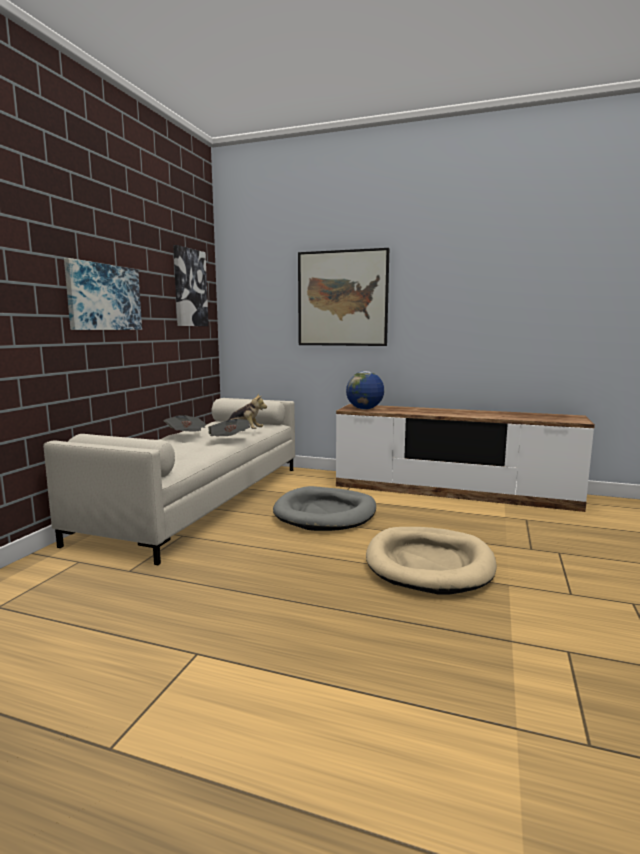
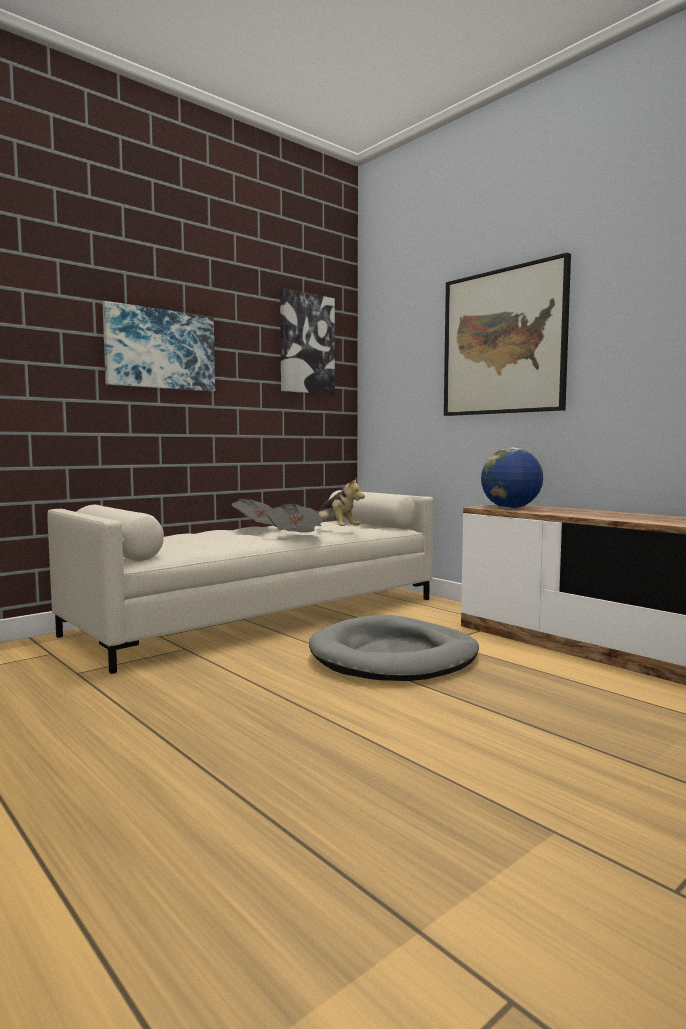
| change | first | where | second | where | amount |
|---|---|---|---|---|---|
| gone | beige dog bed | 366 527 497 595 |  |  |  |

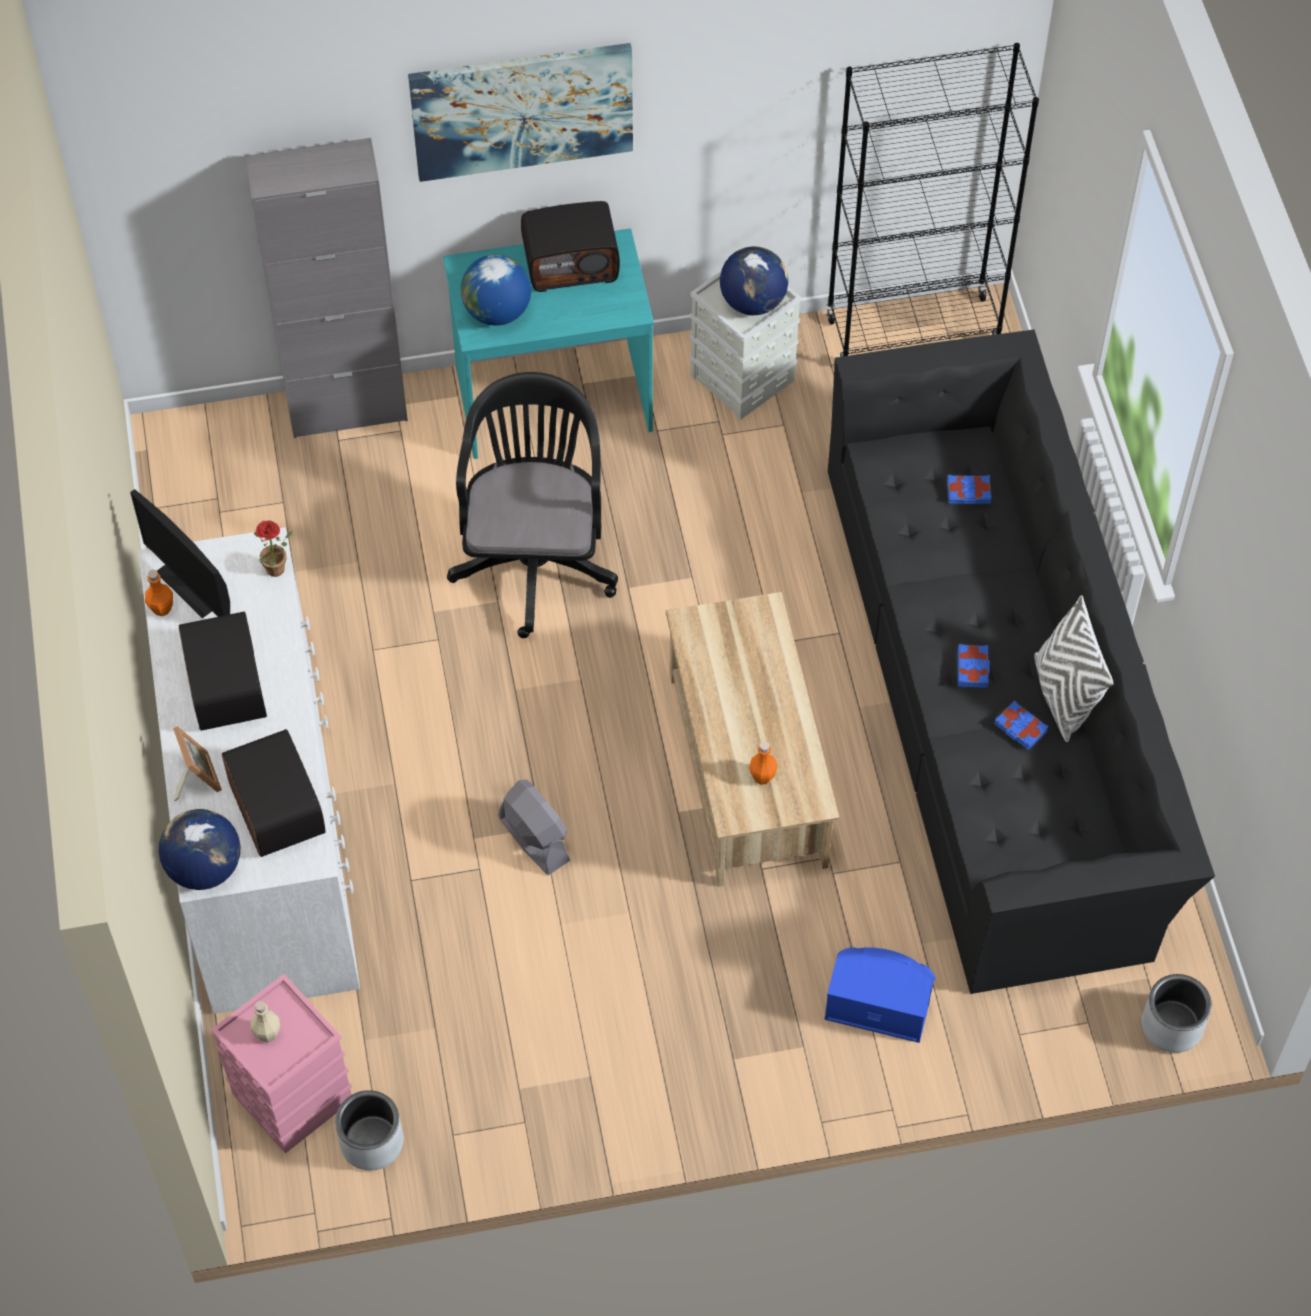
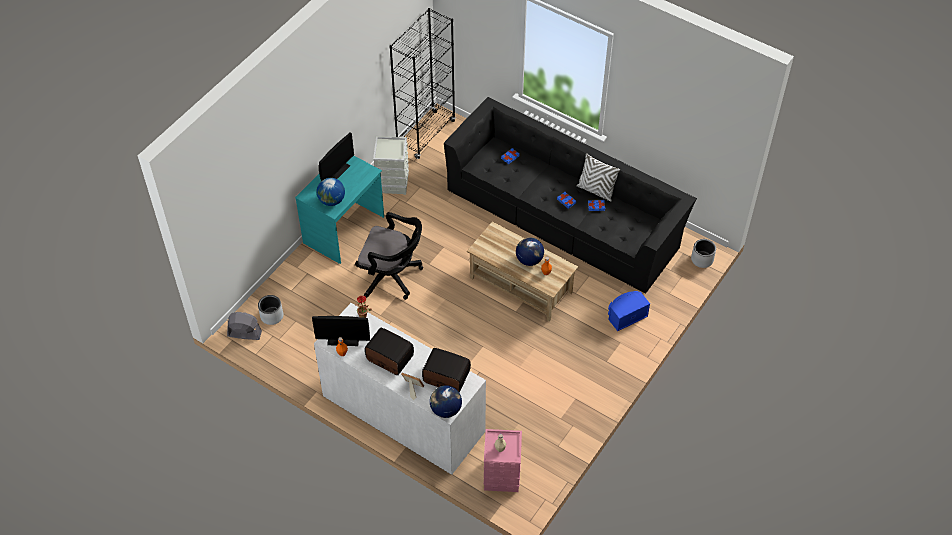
| change | first | where | second | where | amount |
|---|---|---|---|---|---|
| gone | grey cabinet | 245 138 408 438 |  |  |  |
| gone | picture | 408 43 633 182 |  |  |  |
| shifted | grey planter | 335 1090 404 1171 |  | 258 295 283 325 |  |
| shifted | grey fan | 498 779 571 875 |  | 227 312 262 340 |  |
| shifted | globe | 720 246 788 315 |  | 516 237 544 266 |  |
| swapped | radio | 521 201 620 292 | monitor | 319 132 354 181 |  |
| rotated | black office chair | 447 372 618 638 |  | 355 212 423 300 | 150 degrees clockwise |

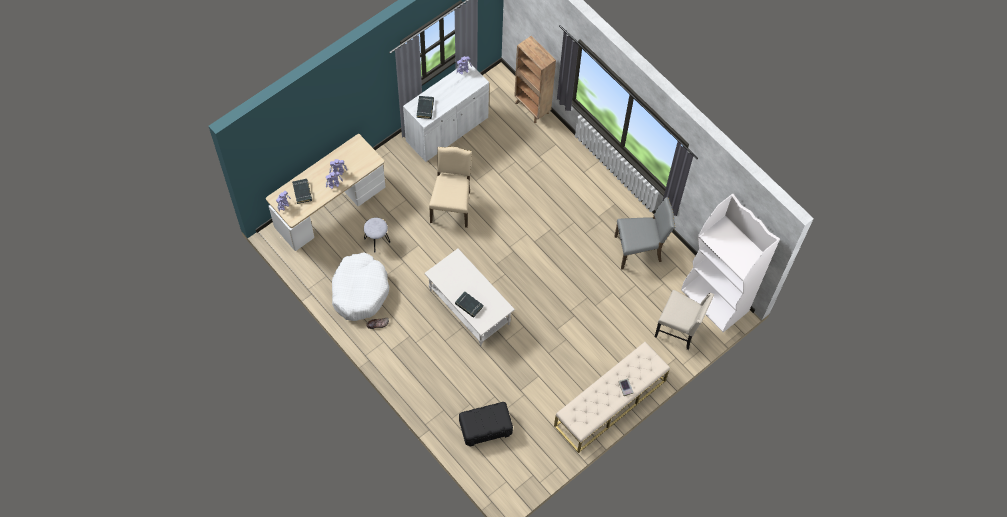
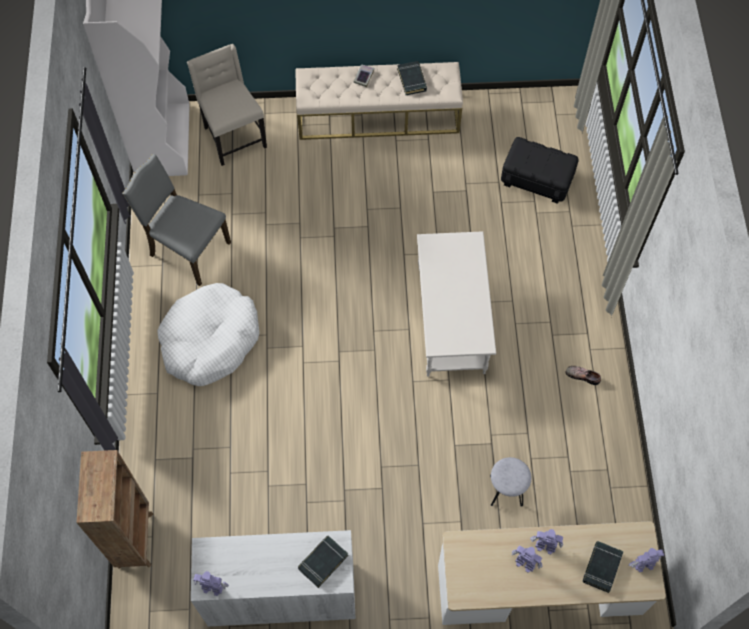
| change | first | where | second | where | amount |
|---|---|---|---|---|---|
| gone | beige chair | 429 147 472 228 |  |  |  |
| shifted | white dog bed | 332 252 389 321 |  | 157 283 259 386 |  |
| shifted | black book | 455 291 483 318 |  | 397 61 427 95 |  |

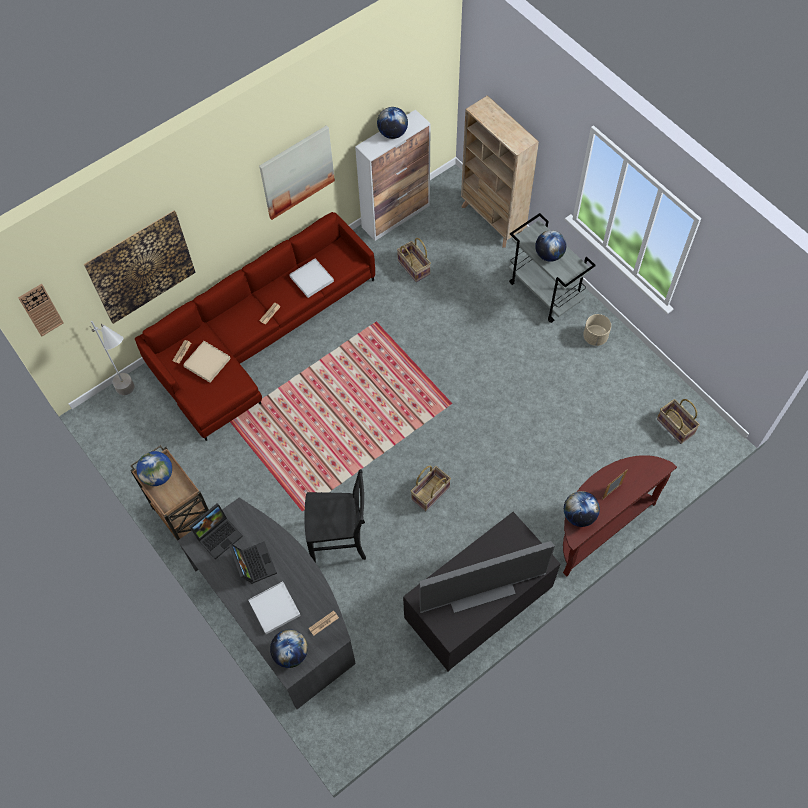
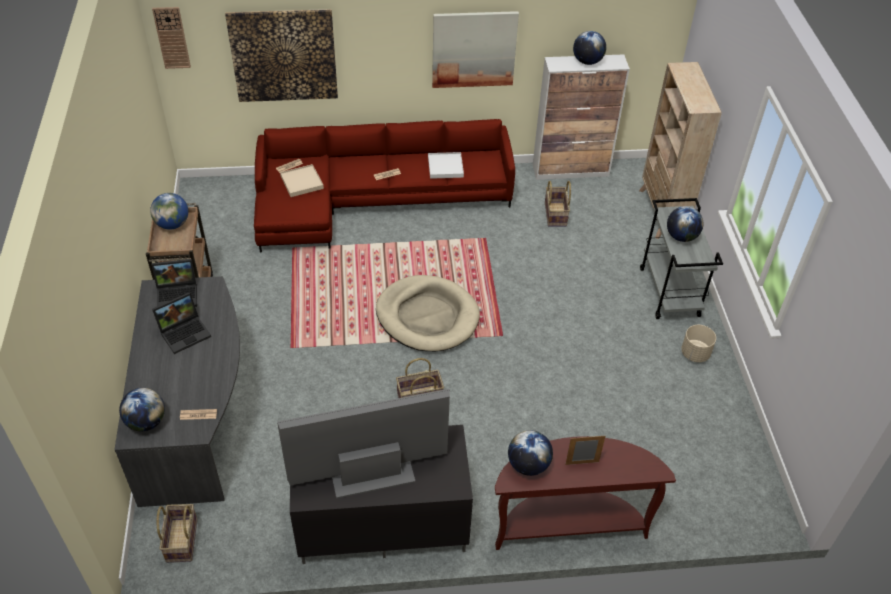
| change | first | where | second | where | amount |
|---|---|---|---|---|---|
| gone | grey floor lamp | 91 321 134 395 |  |  |  |
| gone | white tray | 248 582 301 634 |  |  |  |
| gone | black chair | 304 469 366 563 |  |  |  |
| new |  |  | beige dog bed | 376 275 480 352 |  |
| shifted | basket | 657 399 700 444 |  | 157 504 197 563 |  |
| rotated | laptop | 229 542 277 584 |  | 152 292 211 354 | 45 degrees clockwise |
| rotated | television | 420 541 555 613 |  | 277 389 450 499 | 150 degrees clockwise |

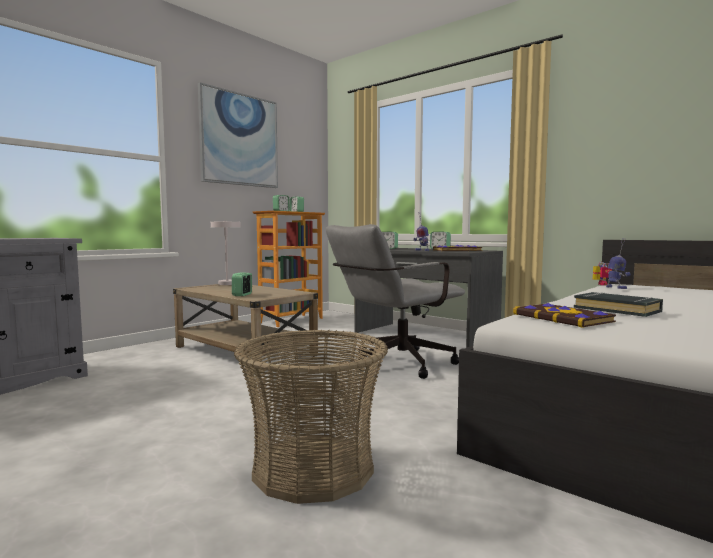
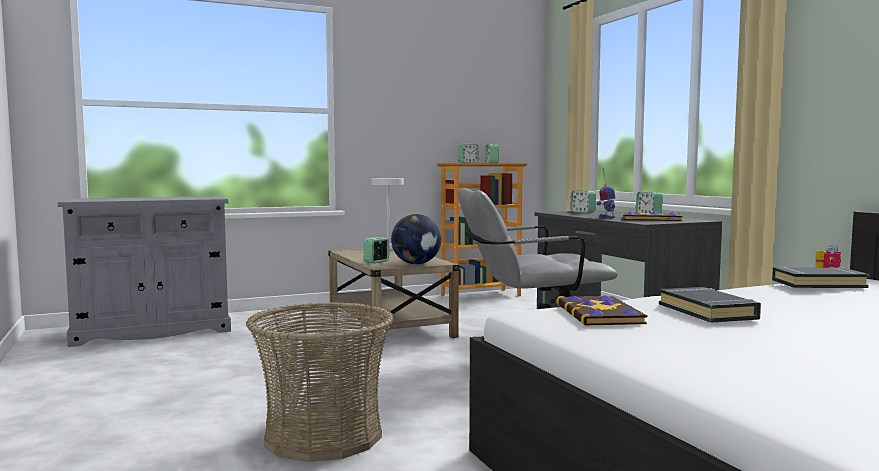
| change | first | where | second | where | amount |
|---|---|---|---|---|---|
| gone | picture | 198 82 278 188 |  |  |  |
| new |  |  | globe | 391 214 441 264 |  |
| swapped | toy robot | 606 238 631 289 | black book | 772 267 869 288 |  |

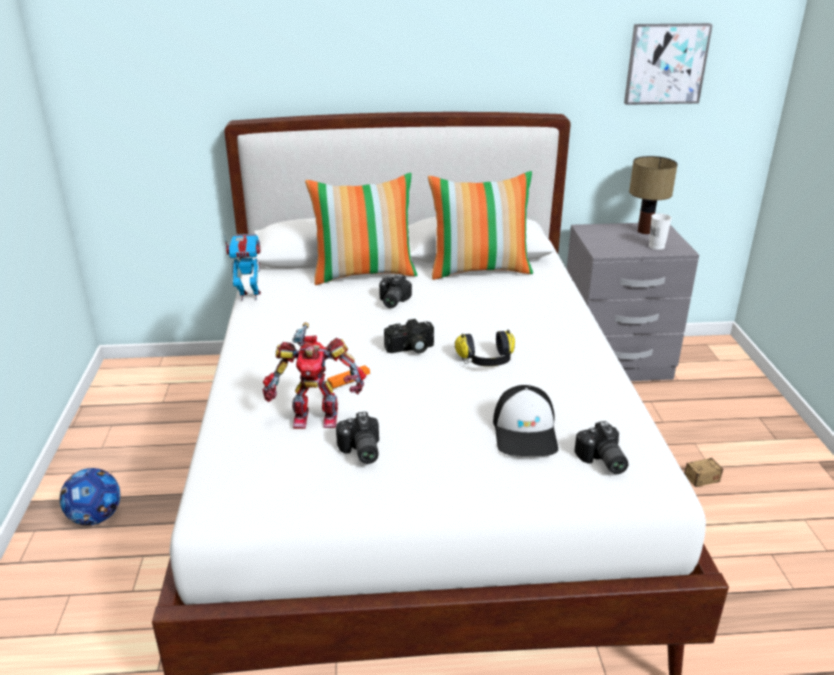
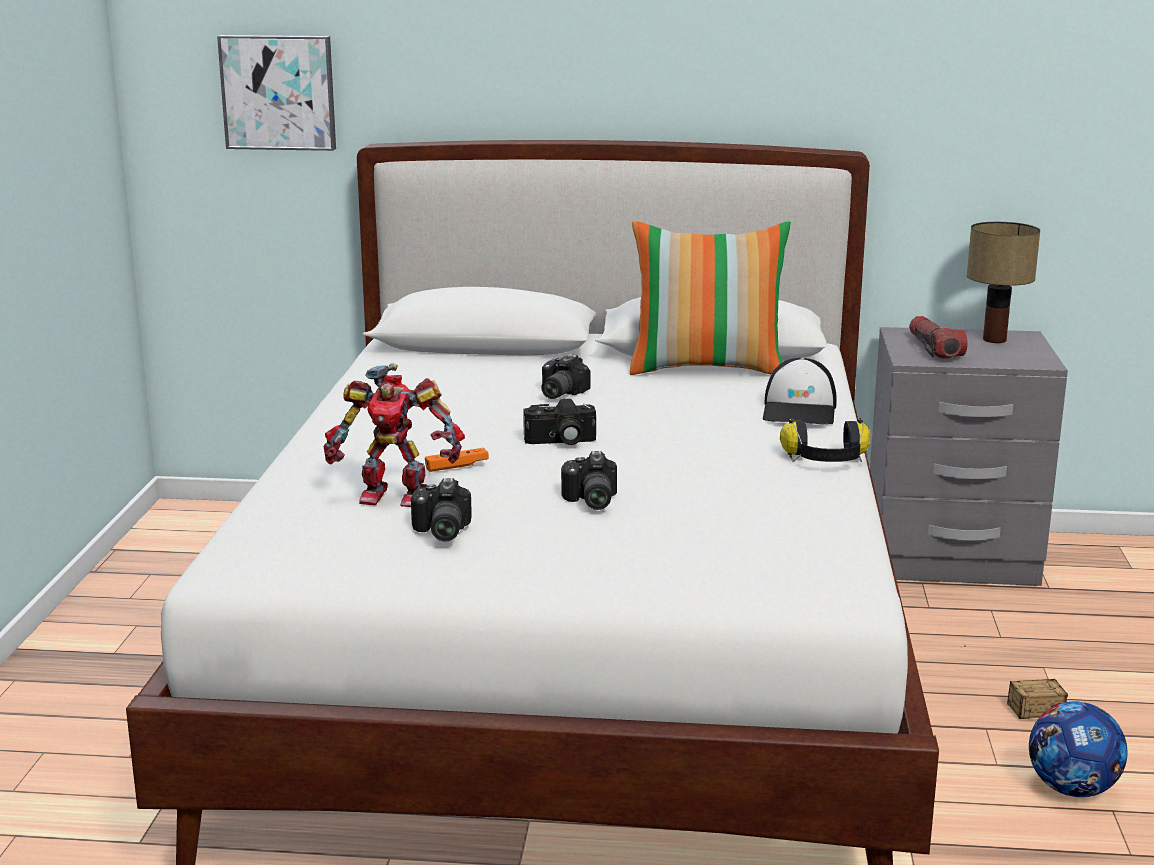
| change | first | where | second | where | amount |
|---|---|---|---|---|---|
| gone | toy robot | 224 234 261 301 |  |  |  |
| gone | pillow | 305 173 418 285 |  |  |  |
| gone | white cup | 649 213 672 250 |  |  |  |
| new |  |  | flashlight | 909 316 968 359 |  |
| shifted | football | 60 468 120 525 |  | 1029 702 1127 797 |  |
| shifted | headphones | 455 330 515 366 |  | 780 418 870 462 |  |
| shifted | cap | 493 385 558 456 |  | 763 358 837 424 |  |
| shifted | photo camera | 574 421 628 474 |  | 561 451 617 510 |  |
| shifted | picture | 624 23 713 105 |  | 217 35 336 151 |  |

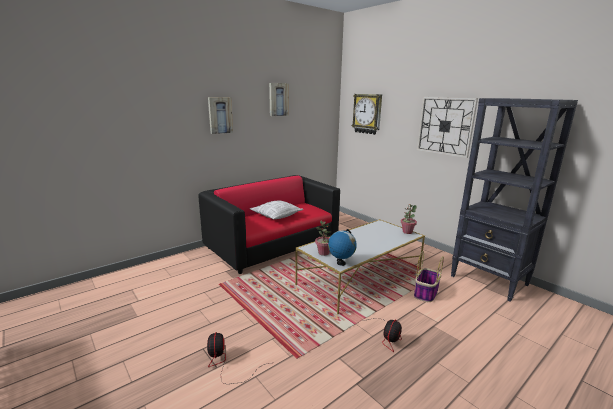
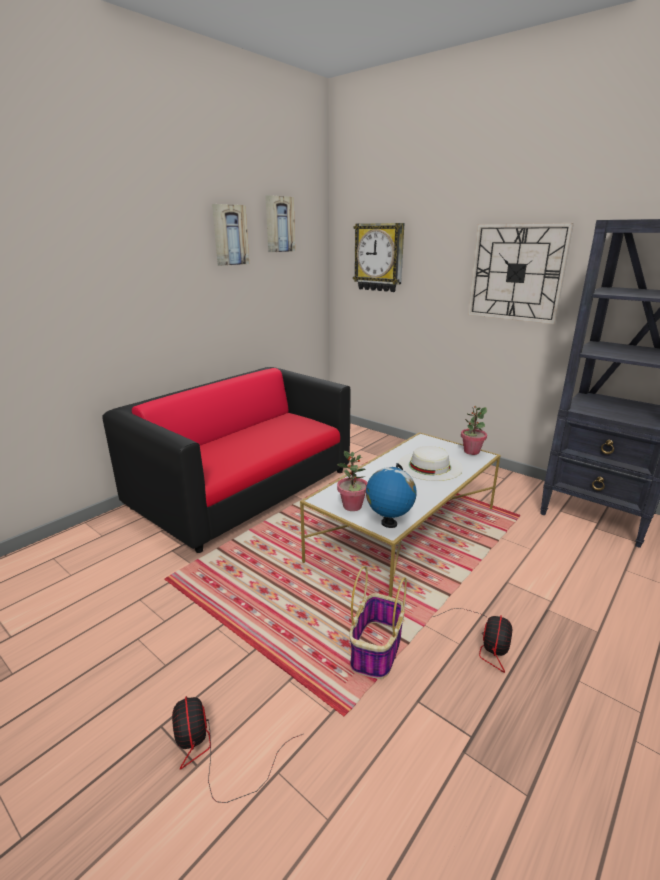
| change | first | where | second | where | amount |
|---|---|---|---|---|---|
| gone | pillow | 250 201 303 219 |  |  |  |
| new |  |  | white hat | 398 446 463 481 |  |
| shifted | picture | 208 97 233 134 |  | 265 195 295 252 |  |
| shifted | basket | 414 251 444 302 |  | 350 566 407 679 |  |

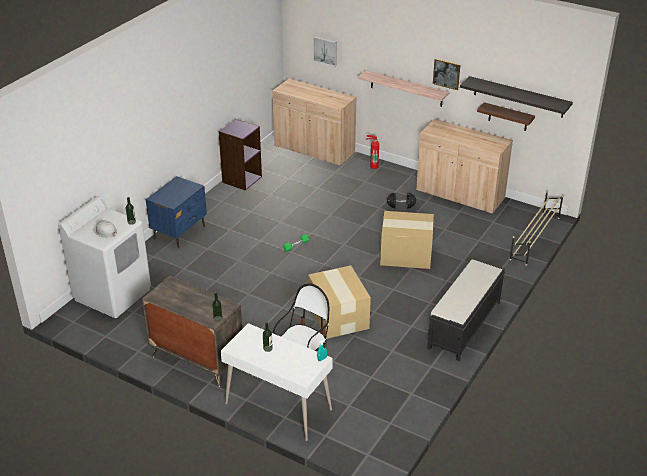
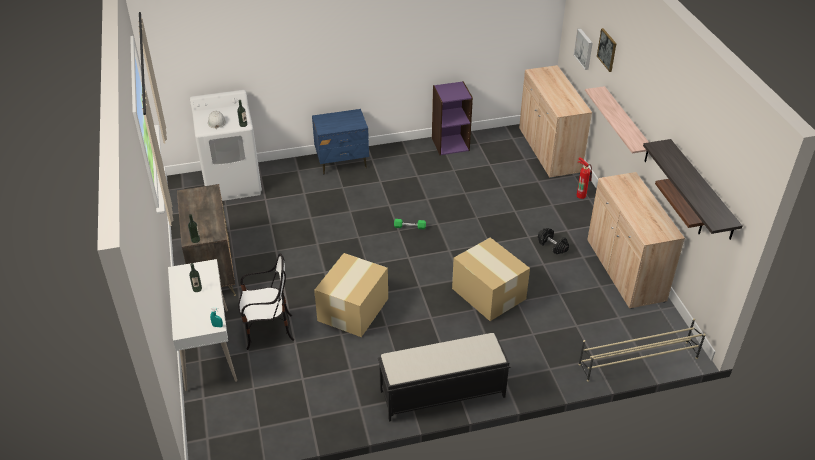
| change | first | where | second | where | amount |
|---|---|---|---|---|---|
| shifted | picture | 433 58 460 90 |  | 597 28 617 72 |  |

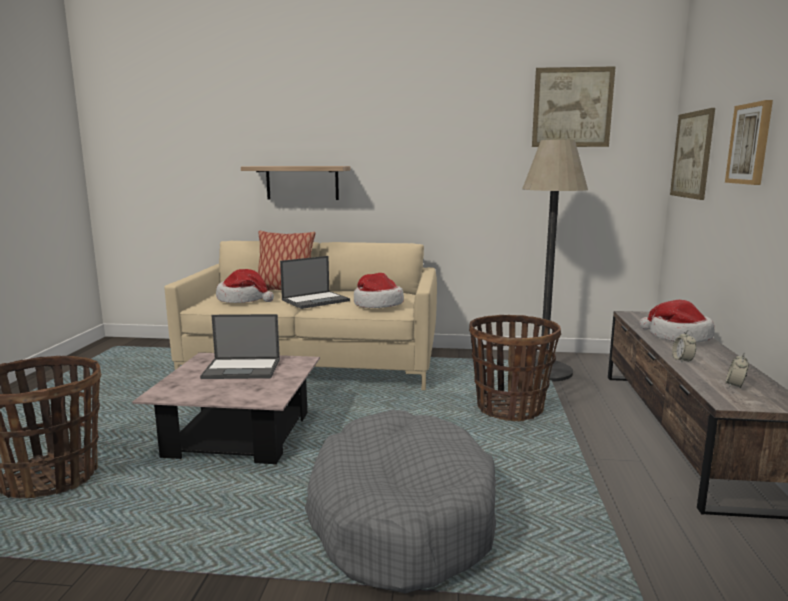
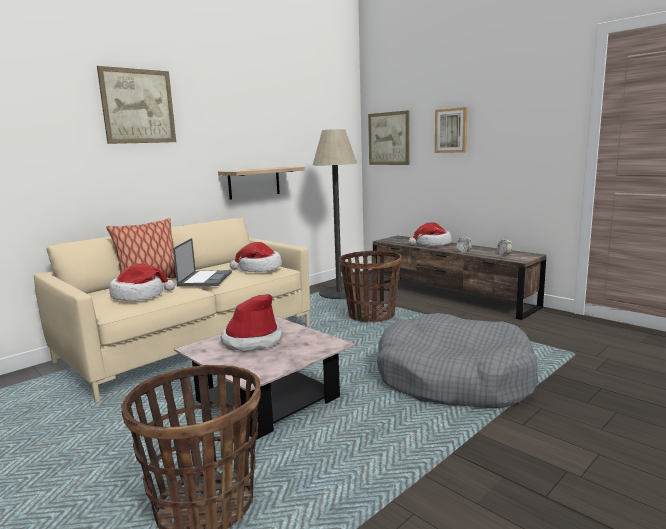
| change | first | where | second | where | amount |
|---|---|---|---|---|---|
| shifted | shelf | 241 166 350 200 |  | 218 167 305 200 |  |
| shifted | picture | 532 66 616 147 |  | 97 66 176 144 |  |
| swapped | laptop | 200 314 280 379 | hat | 220 294 283 351 |  |

